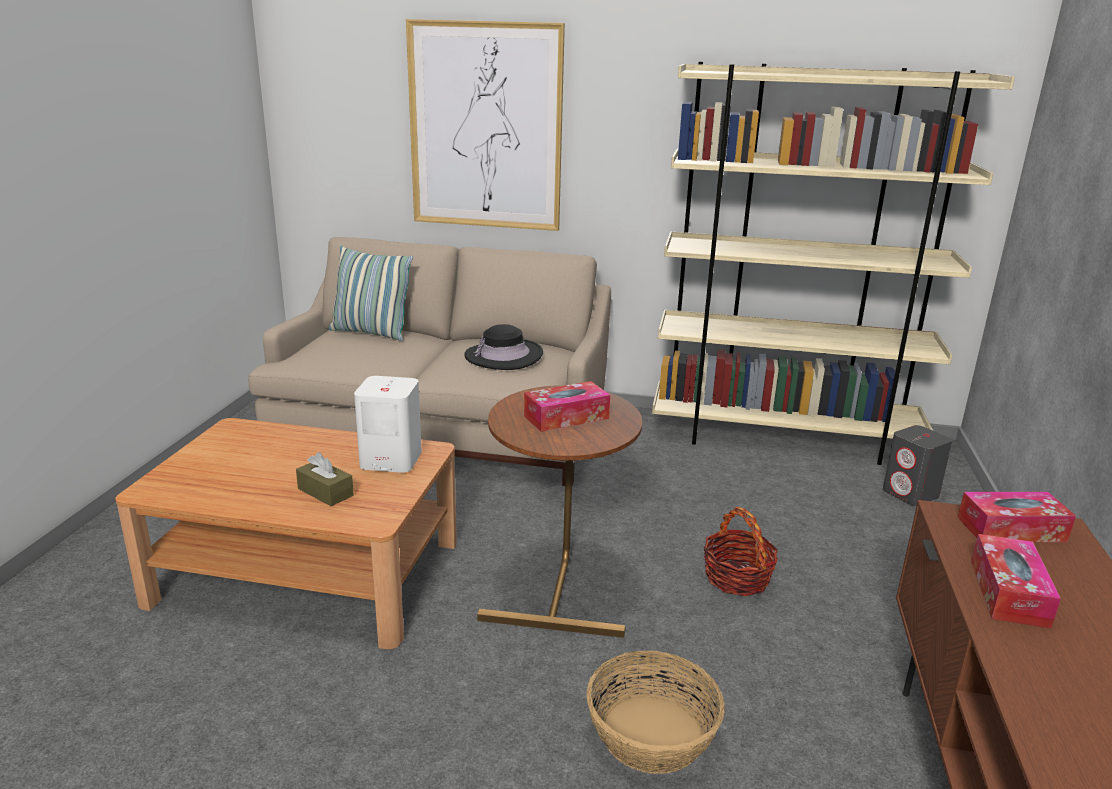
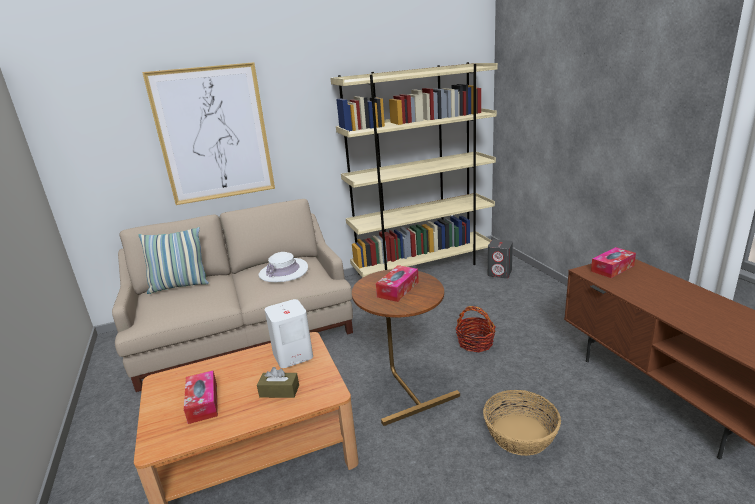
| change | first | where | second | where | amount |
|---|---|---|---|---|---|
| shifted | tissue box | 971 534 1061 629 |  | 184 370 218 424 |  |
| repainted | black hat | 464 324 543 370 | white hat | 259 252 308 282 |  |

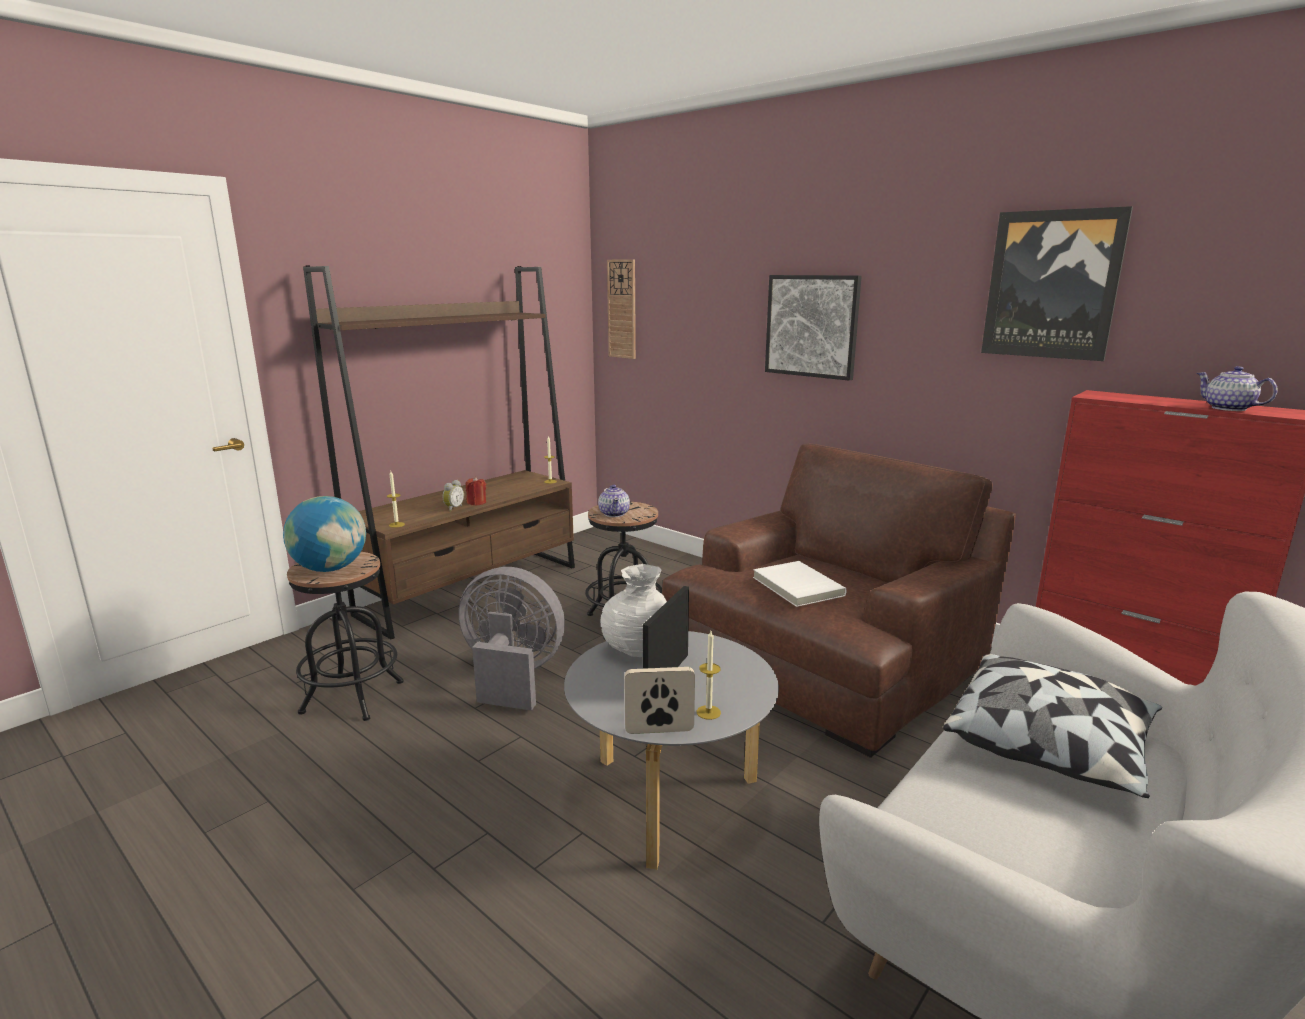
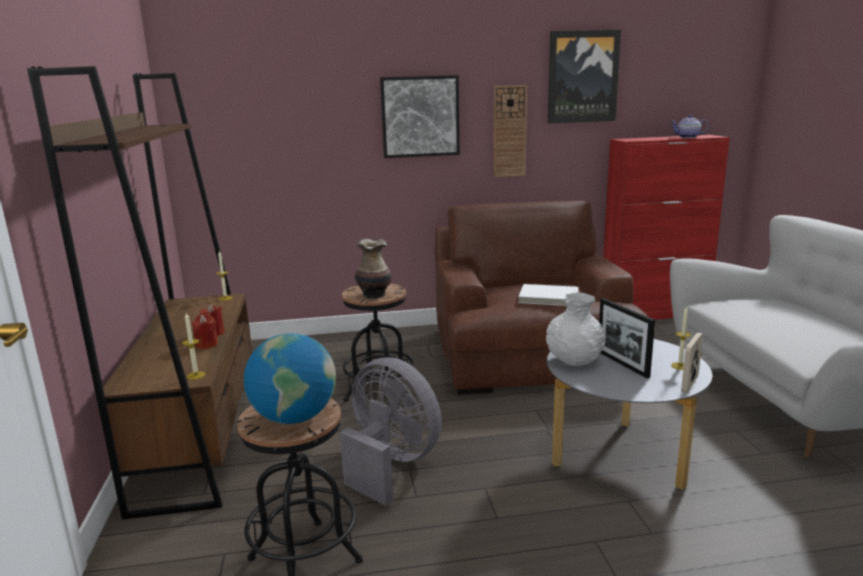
| change | first | where | second | where | amount |
|---|---|---|---|---|---|
| gone | pillow | 943 654 1162 798 |  |  |  |
| shifted | wall clock | 607 259 636 359 |  | 494 85 527 177 |  |
| swapped | alarm clock | 443 480 464 512 | red candle | 191 314 218 349 |  |
| swapped | teapot | 598 485 630 517 | vase | 355 239 391 299 |  |
| rotated | grey fan | 458 567 565 711 |  | 340 357 442 506 | 75 degrees clockwise |

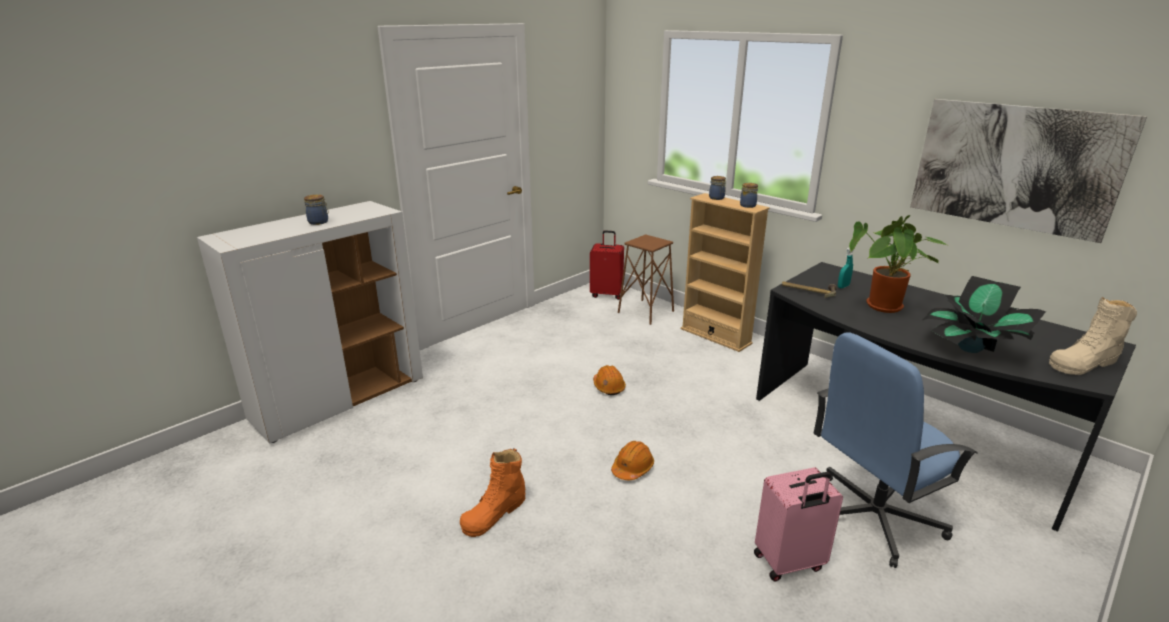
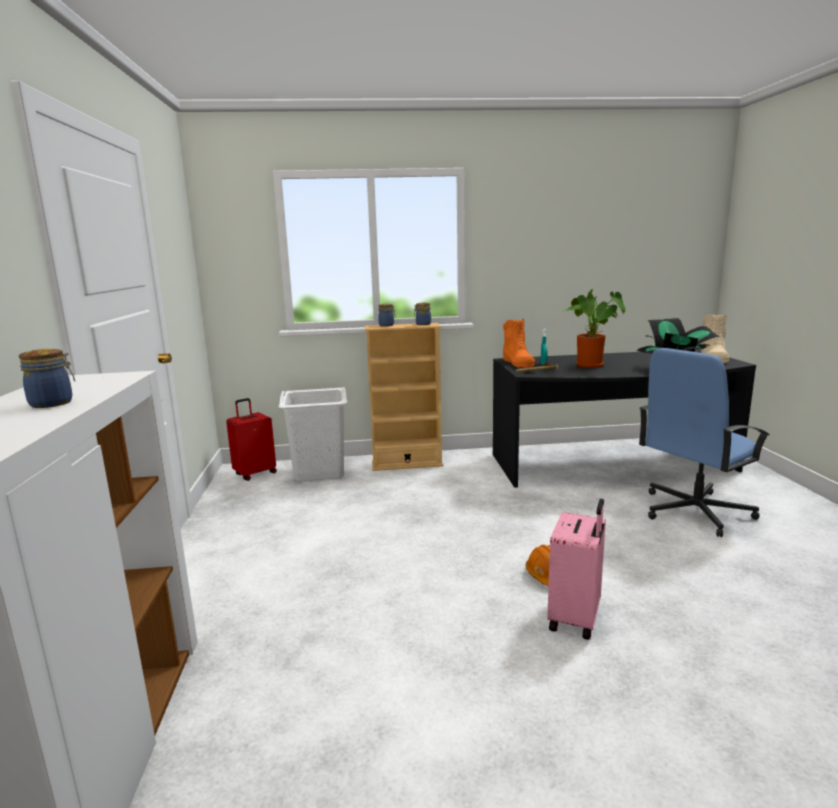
| change | first | where | second | where | amount |
|---|---|---|---|---|---|
| gone | orange hard hat | 593 365 626 395 |  |  |  |
| gone | picture | 910 99 1147 243 |  |  |  |
| shifted | orange boot | 460 448 525 537 |  | 503 319 535 368 |  |
| shifted | pink suitcase | 754 467 843 582 |  | 547 499 606 640 |  |
| swapped | brown stool | 618 234 674 325 | white laundry basket | 279 387 347 482 |  |
| rotated | blue office chair | 813 332 977 568 |  | 639 348 770 537 | 45 degrees clockwise |

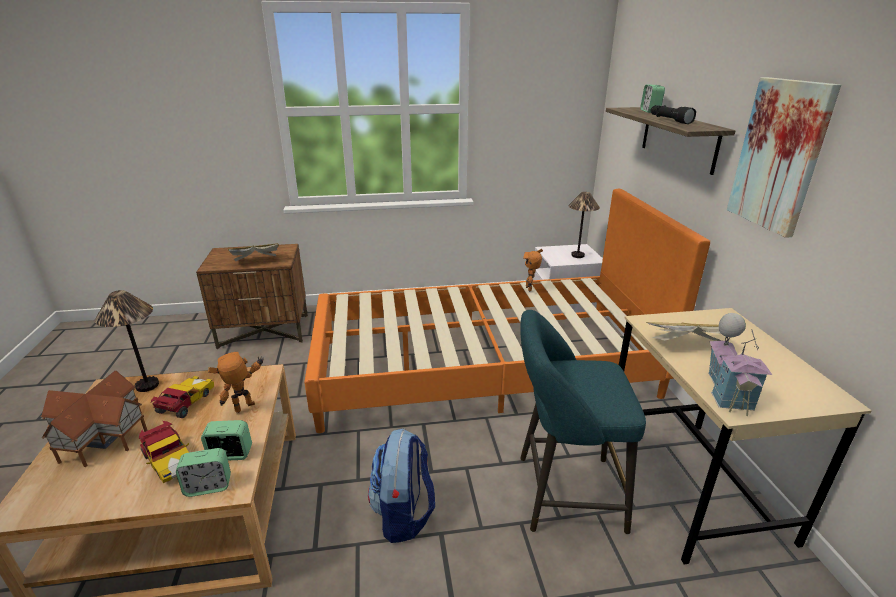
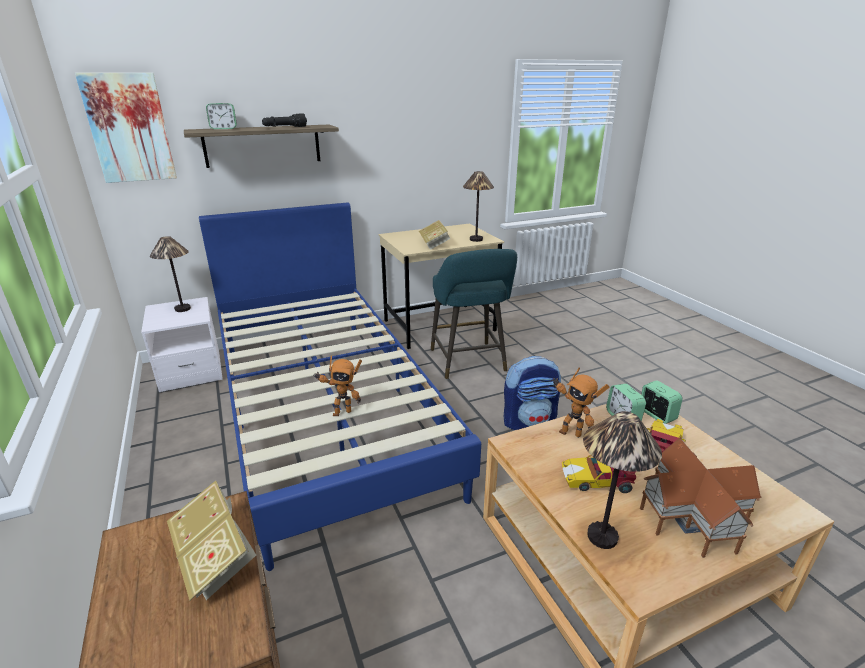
| change | first | where | second | where | amount |
|---|---|---|---|---|---|
| shifted | toy robot | 523 249 543 291 |  | 313 355 362 416 |  |
| shifted | picture | 727 77 841 238 |  | 75 73 177 183 |  |
| swapped | toy house | 708 313 772 416 | table lamp | 463 171 494 242 |  |
| repainted | orange bed | 304 189 710 433 | blue bed | 199 202 481 571 |  |

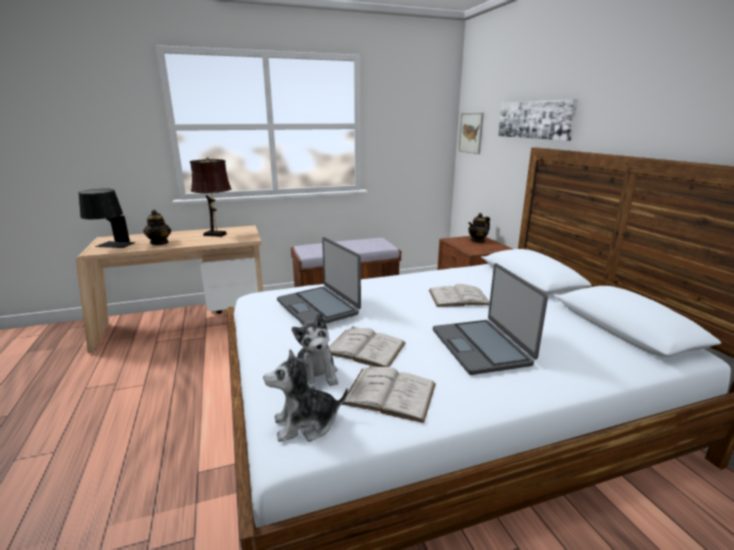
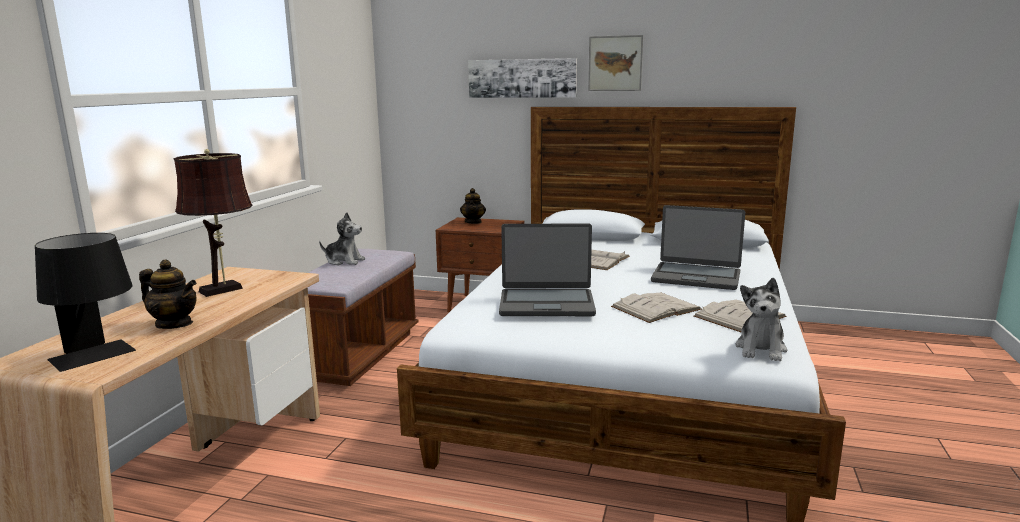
| change | first | where | second | where | amount |
|---|---|---|---|---|---|
| shifted | plush toy | 292 313 339 389 |  | 319 212 365 265 |  |
| shifted | picture | 459 113 484 154 |  | 588 35 643 91 |  |

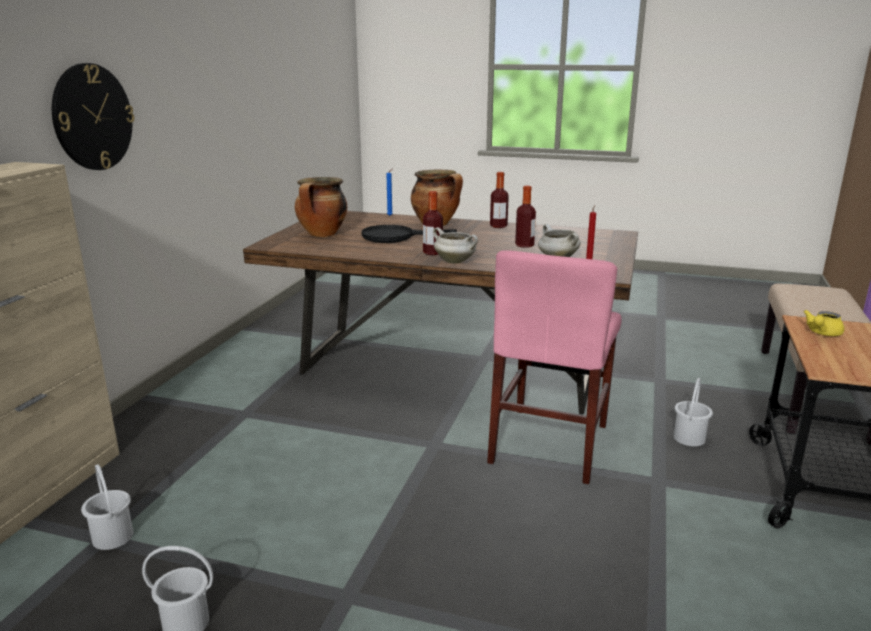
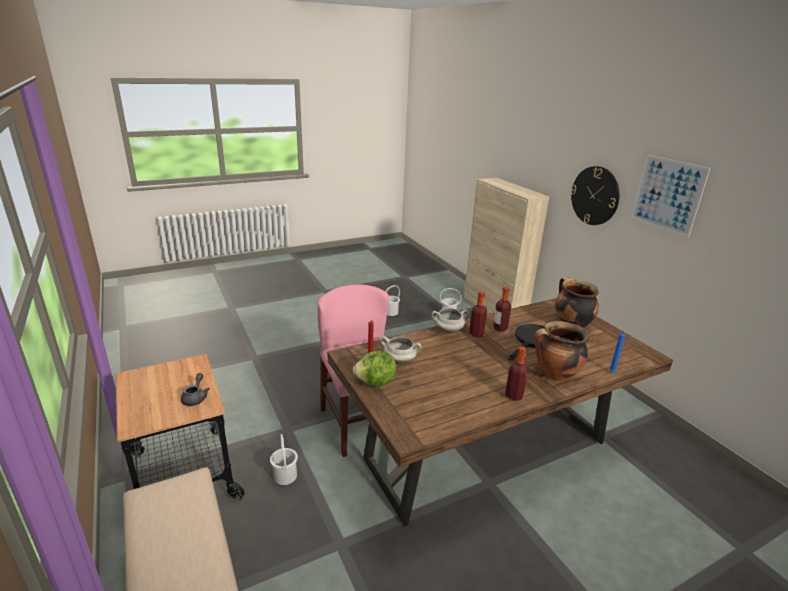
| change | first | where | second | where | amount |
|---|---|---|---|---|---|
| new |  |  | lettuce | 353 351 396 387 |  |
| new |  |  | picture | 631 155 710 238 |  |
| shifted | bottle | 515 186 536 248 |  | 493 286 511 332 |  |
| repainted | yellow teapot | 803 310 844 336 | grey teapot | 181 373 210 406 |  |

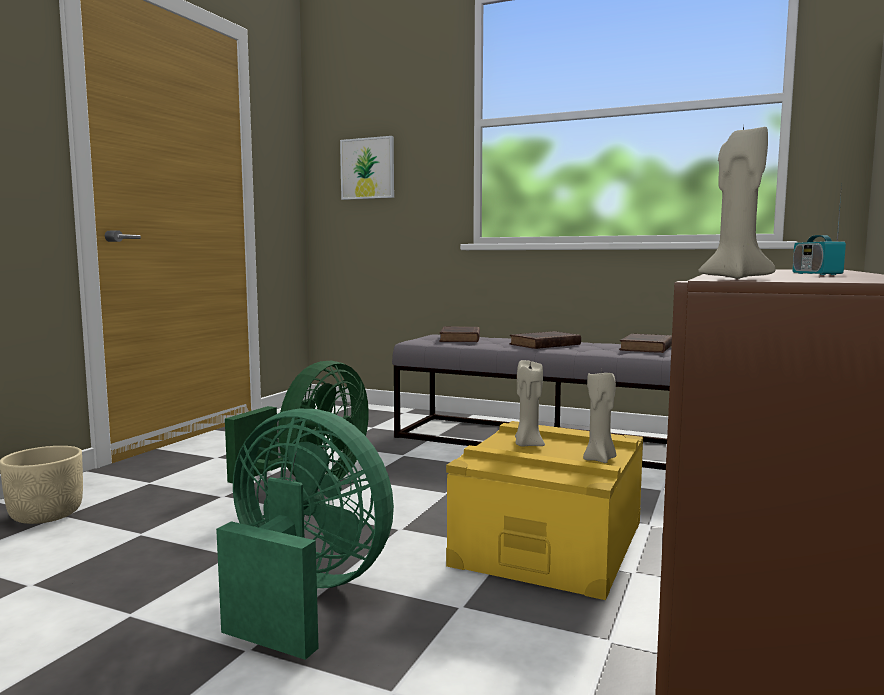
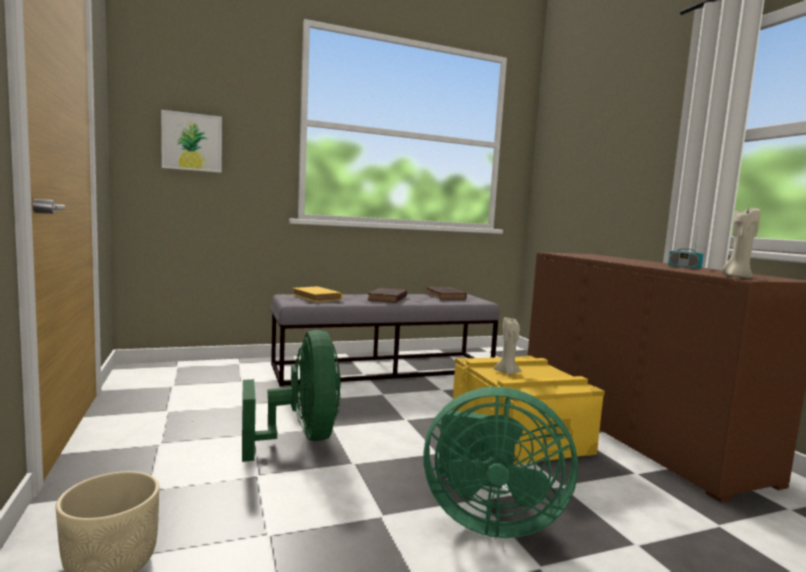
| change | first | where | second | where | amount |
|---|---|---|---|---|---|
| gone | beige candle | 583 371 617 463 |  |  |  |
| repainted | brown book | 439 327 480 342 | yellow book | 293 286 342 302 |  |
| rotated | green fan | 216 409 394 660 |  | 424 387 578 538 | 150 degrees counterclockwise |

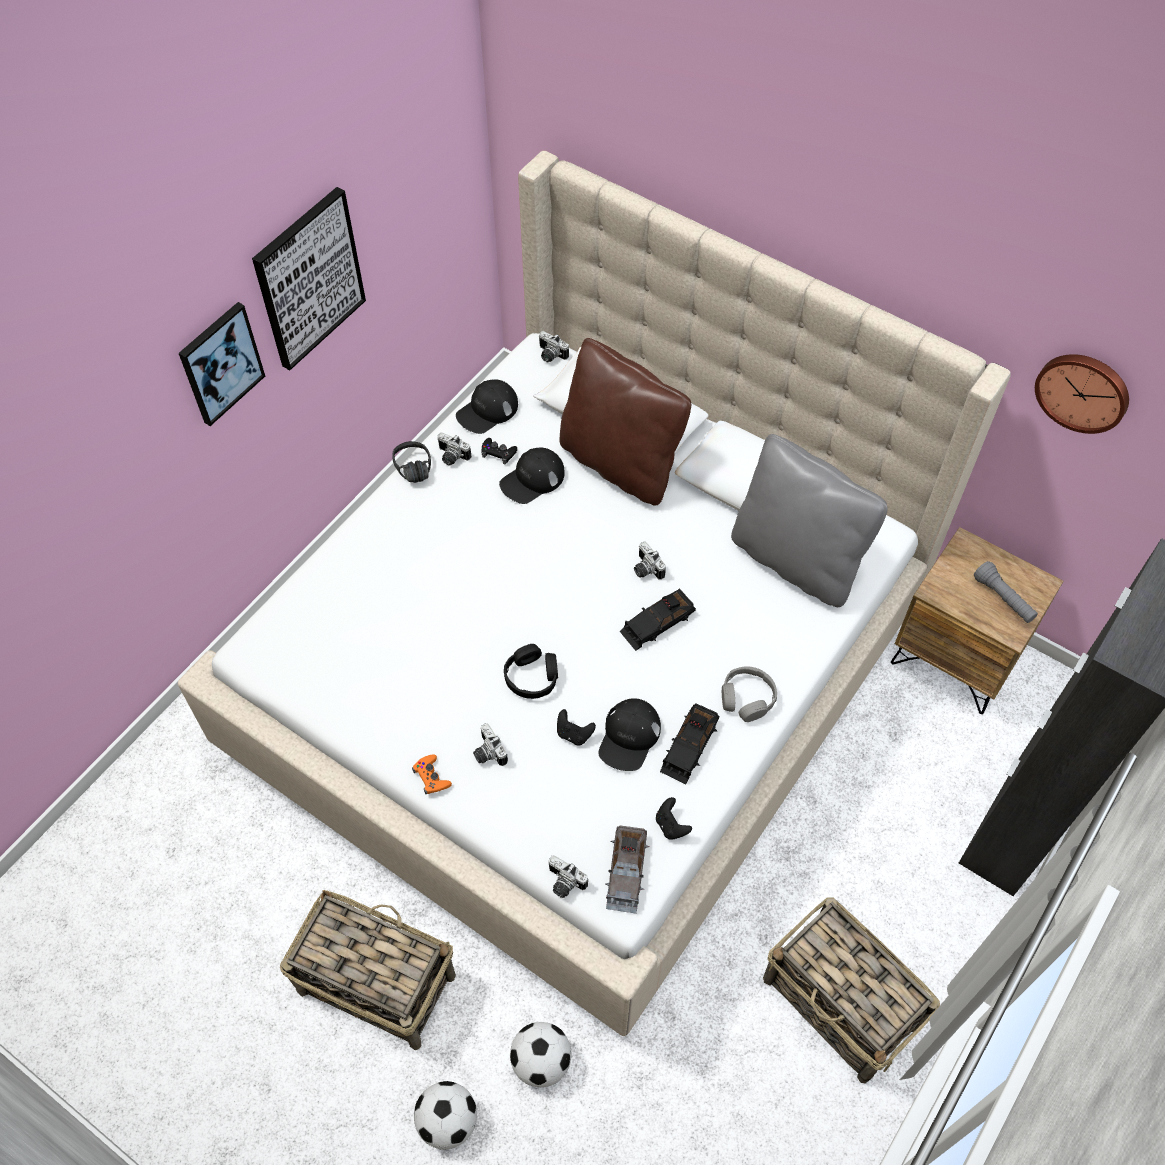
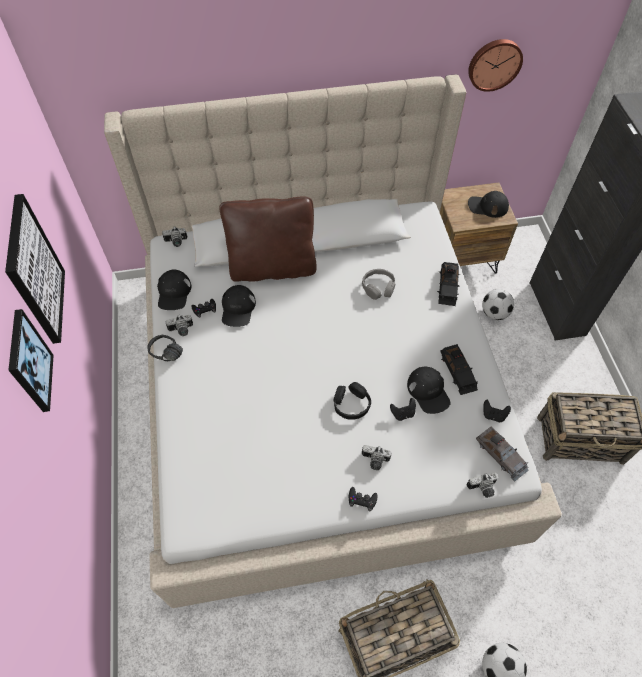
| change | first | where | second | where | amount |
|---|---|---|---|---|---|
| gone | photo camera | 634 541 666 580 |  |  |  |
| gone | grey pillow | 731 434 888 607 |  |  |  |
| shifted | football | 510 1022 571 1087 |  | 482 289 514 320 |  |
| shifted | black toy car | 620 588 696 651 |  | 437 262 460 306 |  |
| shifted | grey headphones | 722 666 777 722 |  | 362 269 395 300 |  |
| swapped | grey flashlight | 974 561 1038 623 | black cap | 468 191 509 218 |  |
| repainted | orange game controller | 412 754 452 794 | black game controller | 349 487 378 512 |  |

